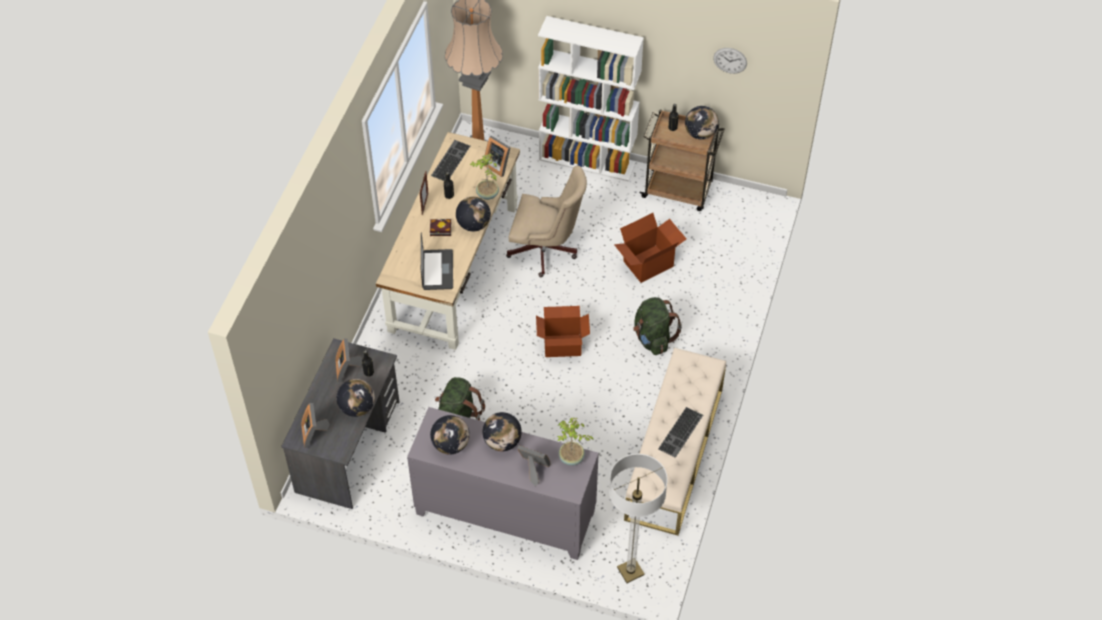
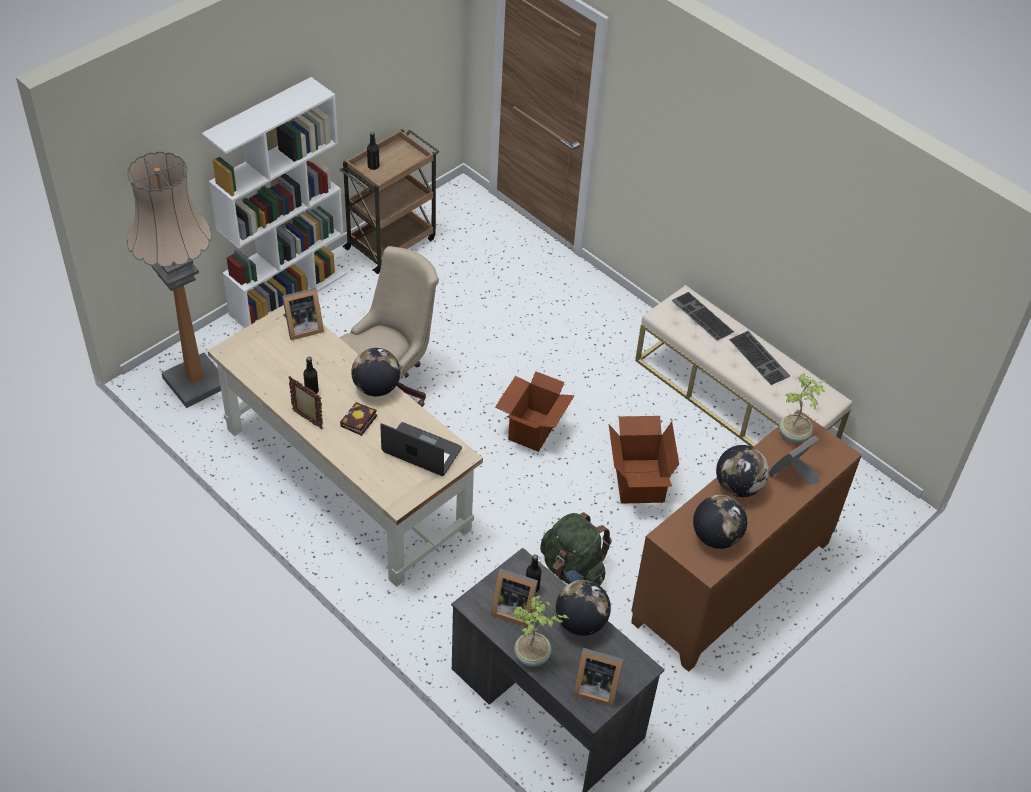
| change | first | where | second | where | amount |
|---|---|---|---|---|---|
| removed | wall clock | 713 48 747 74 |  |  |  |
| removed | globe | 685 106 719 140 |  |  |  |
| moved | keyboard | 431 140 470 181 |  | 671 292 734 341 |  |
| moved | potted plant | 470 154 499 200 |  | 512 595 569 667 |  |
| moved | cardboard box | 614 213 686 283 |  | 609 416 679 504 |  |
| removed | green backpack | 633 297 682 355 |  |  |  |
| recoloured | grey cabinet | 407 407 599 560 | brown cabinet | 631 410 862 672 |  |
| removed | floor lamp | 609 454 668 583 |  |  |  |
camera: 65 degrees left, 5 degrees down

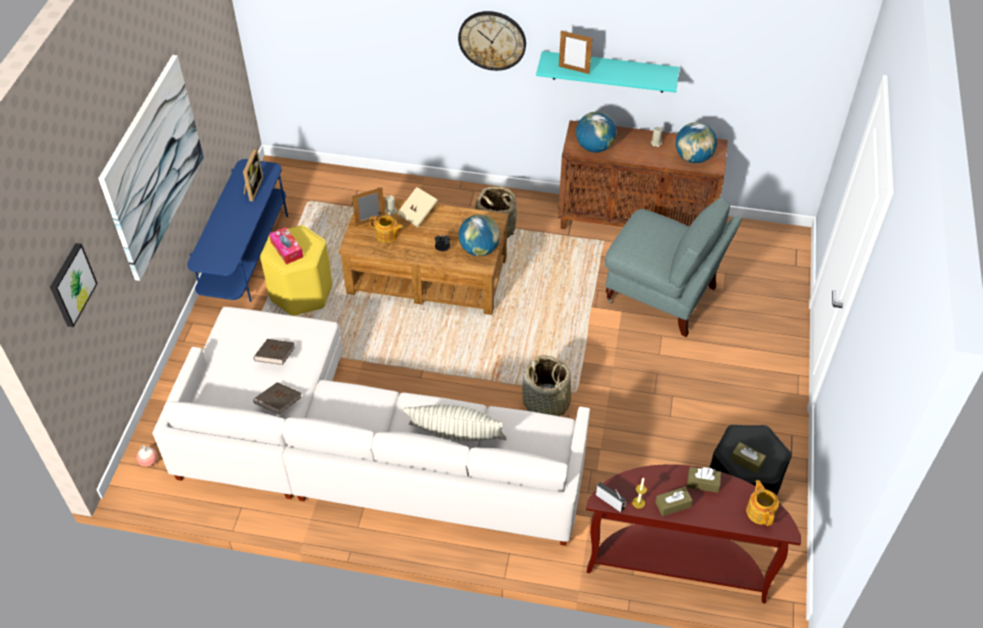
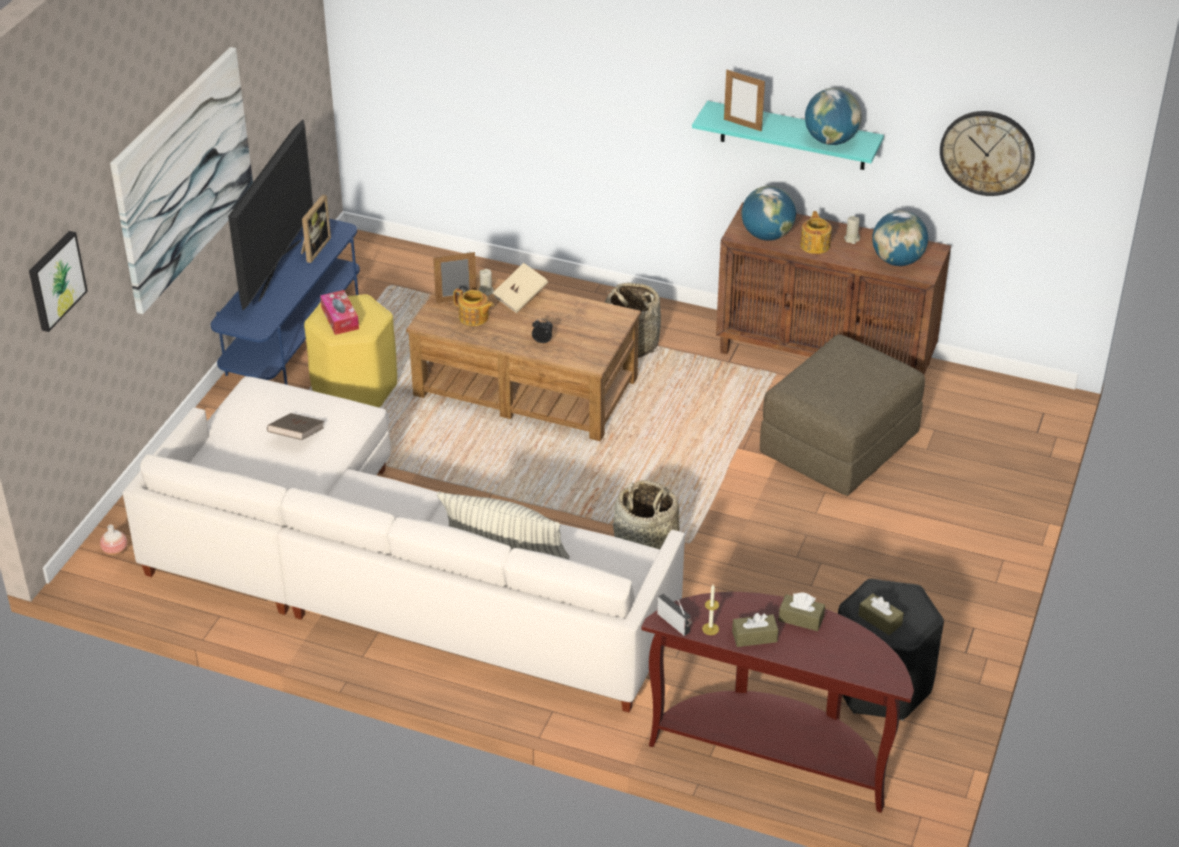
| change | first | where | second | where | amount |
|---|---|---|---|---|---|
| moved | wall clock | 458 11 526 71 |  | 940 111 1035 196 |  |
| replaced | grey armchair | 605 196 742 337 | brown ottoman | 760 334 925 496 |  |
| moved | globe | 458 215 500 256 |  | 805 88 862 145 |  |
| removed | brown book | 253 382 301 414 |  |  |  |
| moved | teapot | 746 480 779 526 |  | 800 211 832 254 |  |
| added |  |  | television | 228 119 313 310 |  |
camera: 10 degrees right, 10 degrees down

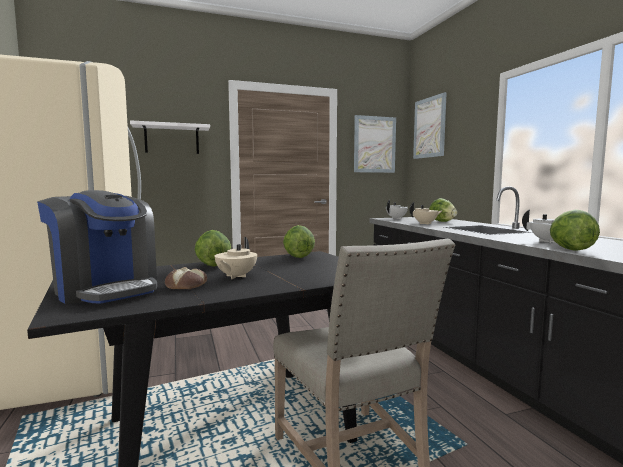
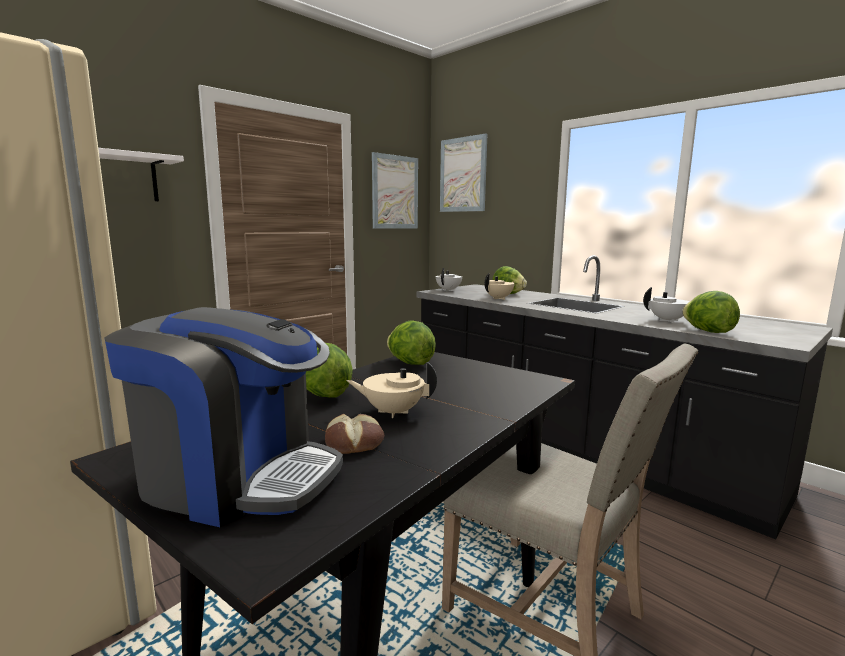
| change | first | where | second | where | amount |
|---|---|---|---|---|---|
| turned | beige teapot | 215 237 257 279 |  | 347 362 437 418 | 105 degrees clockwise |
camera: 25 degrees left, 5 degrees up

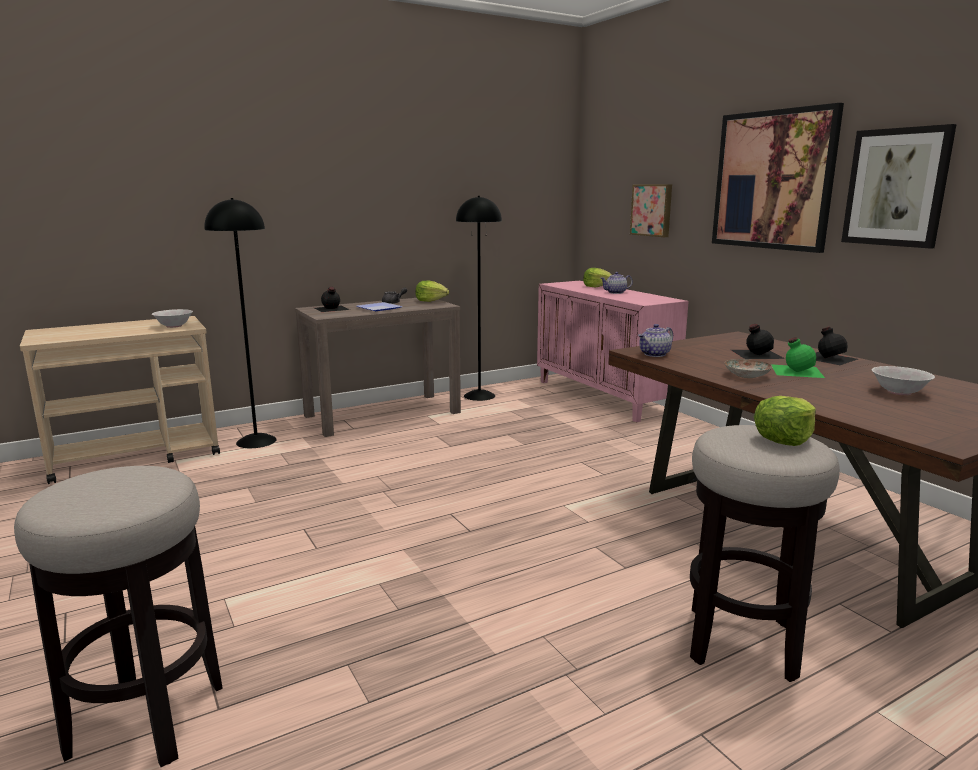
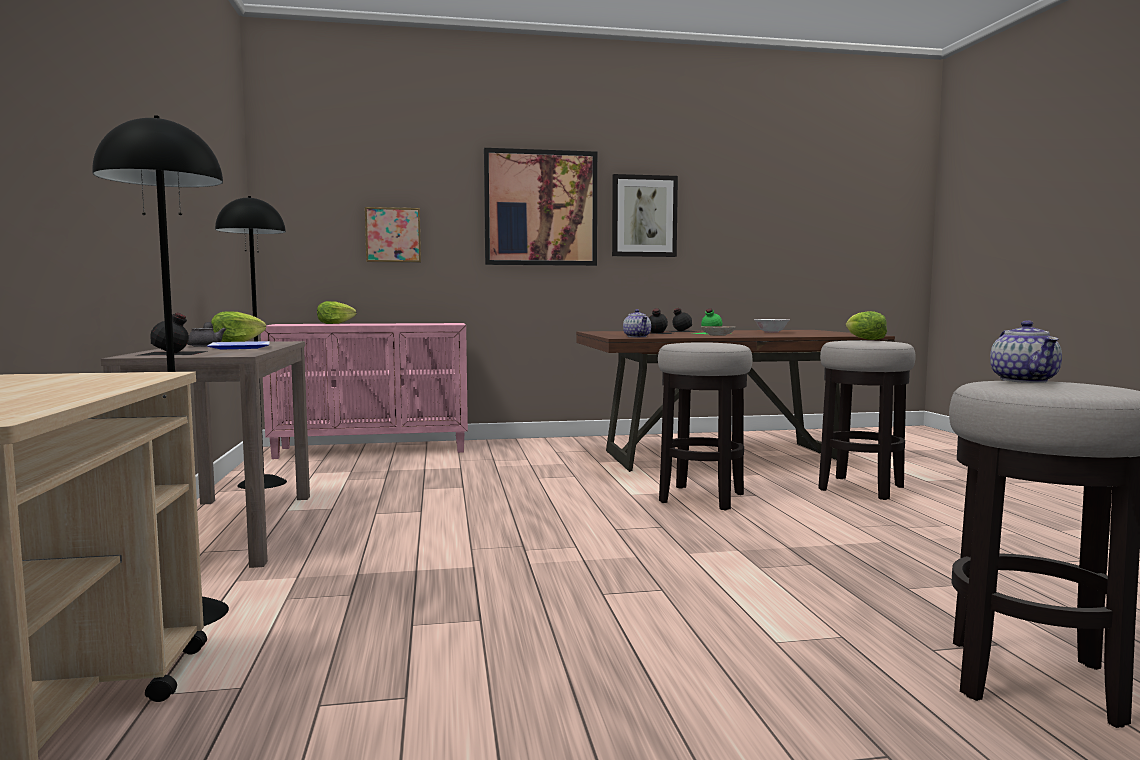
| change | first | where | second | where | amount |
|---|---|---|---|---|---|
| moved | teapot | 601 272 633 294 |  | 990 320 1062 383 |  |
| removed | white bowl | 152 309 193 328 |  |  |  |
| added |  |  | stool | 658 342 752 510 |  |
camera: 70 degrees left, 10 degrees down

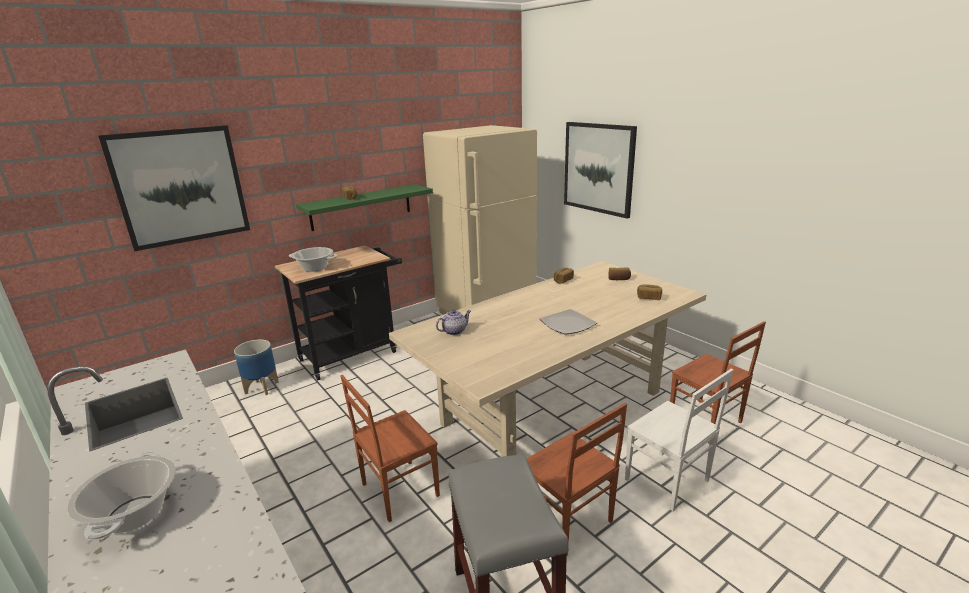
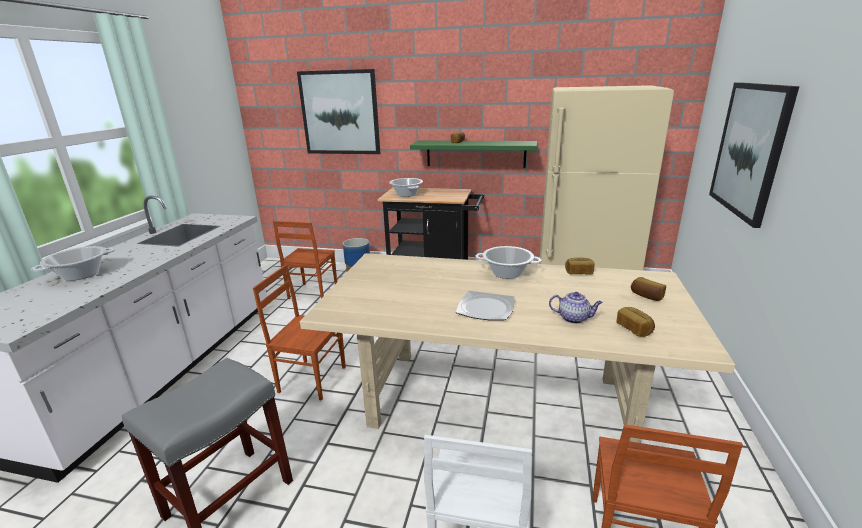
| change | first | where | second | where | amount |
|---|---|---|---|---|---|
| moved | teapot | 436 310 471 335 |  | 549 292 603 324 |  |
| moved | brown chair | 526 403 627 556 |  | 273 221 337 299 |  |
| added |  |  | cooking pot | 475 246 542 279 |  |
camera: 50 degrees right, 0 degrees up

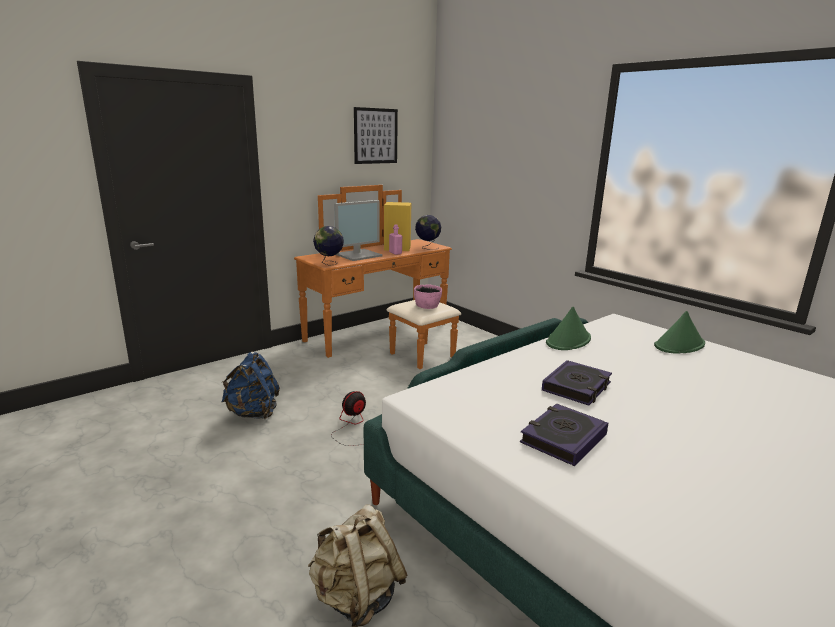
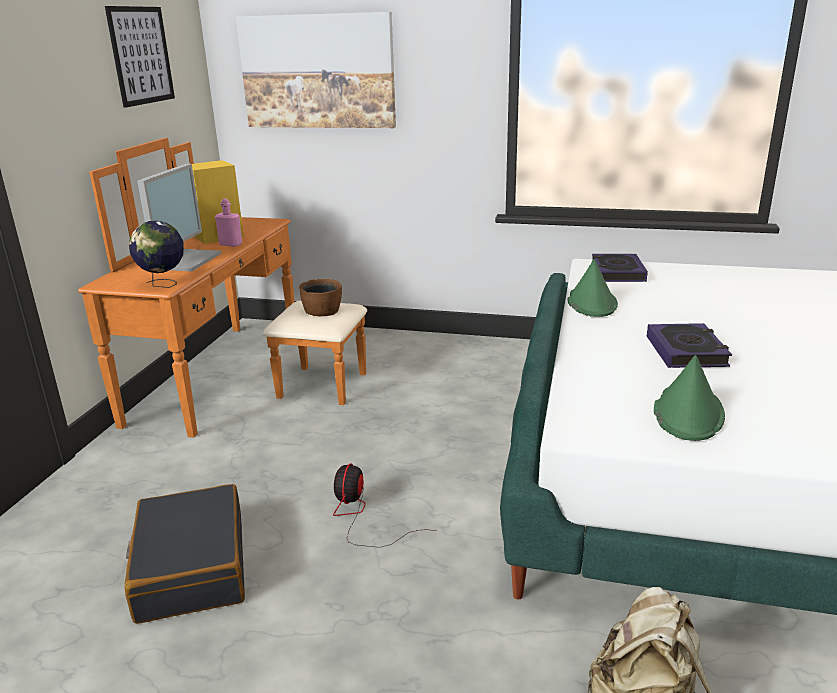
| change | first | where | second | where | amount |
|---|---|---|---|---|---|
| removed | globe | 415 215 441 250 |  |  |  |
| recoloured | pink bowl | 414 284 442 309 | brown bowl | 299 279 342 317 |  |
| moved | green hat | 654 311 705 353 |  | 654 355 725 441 |  |
| replaced | blue backpack | 221 352 280 420 | black suitcase | 125 484 245 624 |  |
| moved | book | 520 404 608 466 |  | 592 254 648 282 |  |
| added |  |  | picture | 236 12 396 128 |  |
camera: 35 degrees left, 5 degrees up

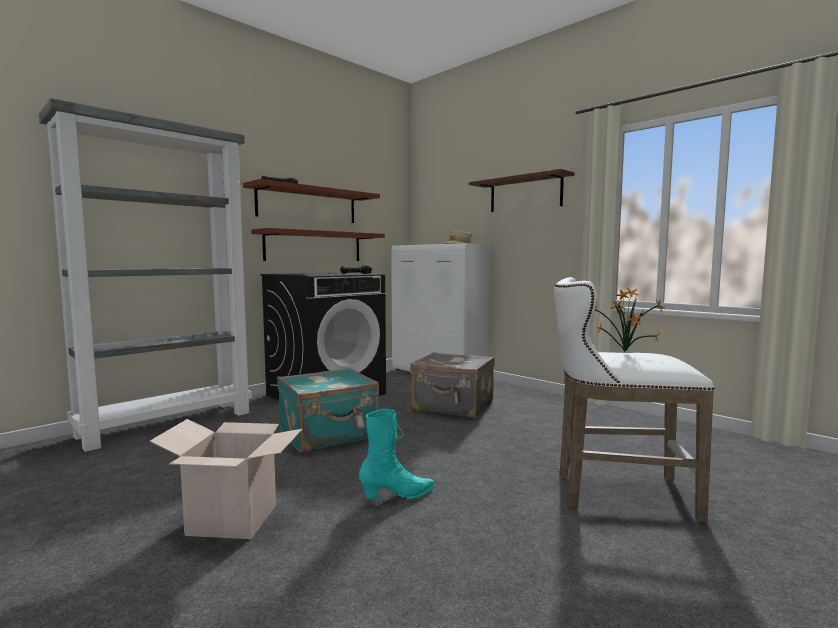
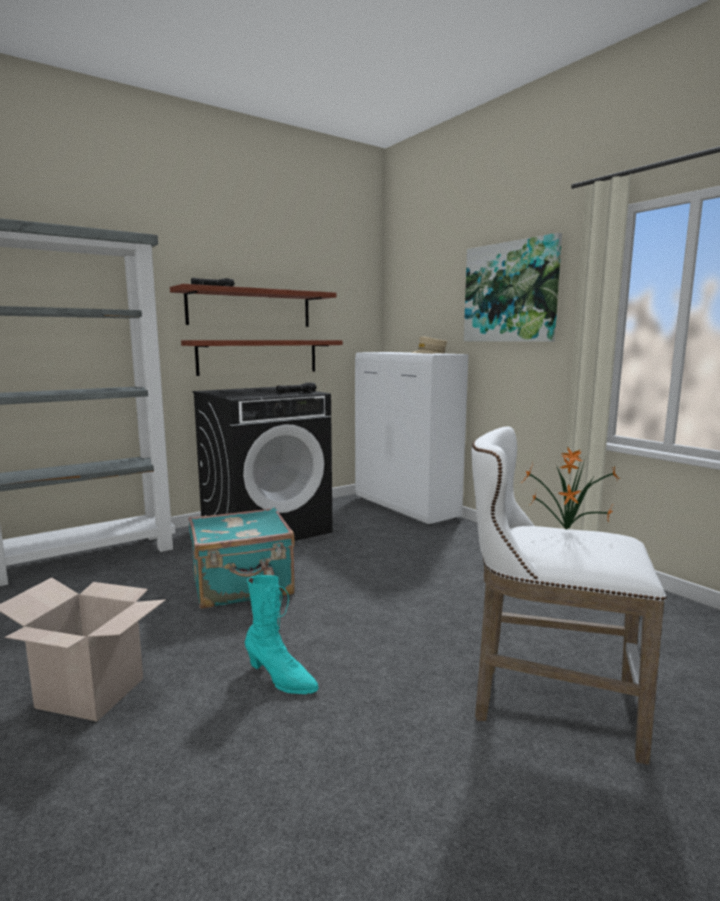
| change | first | where | second | where | amount |
|---|---|---|---|---|---|
| replaced | brown shelf | 469 169 575 212 | picture | 464 233 562 342 |  |
| removed | grey suitcase | 410 352 495 419 |  |  |  |
| turned | turquoise boot | 359 409 435 499 |  | 245 575 319 694 | 45 degrees clockwise |
camera: 10 degrees right, 5 degrees up

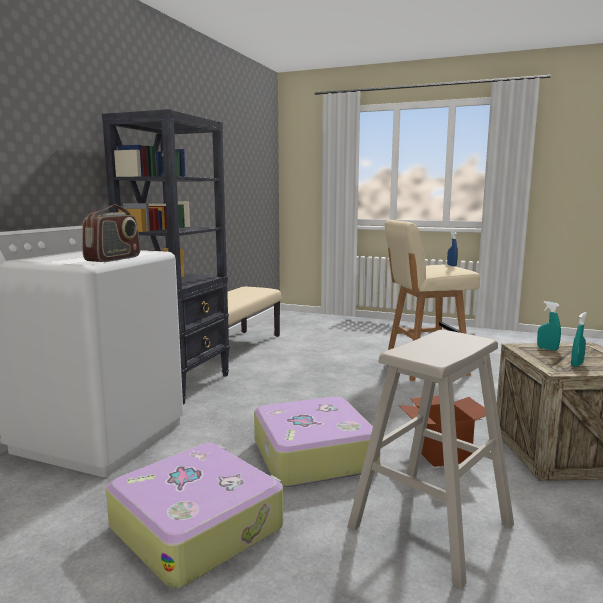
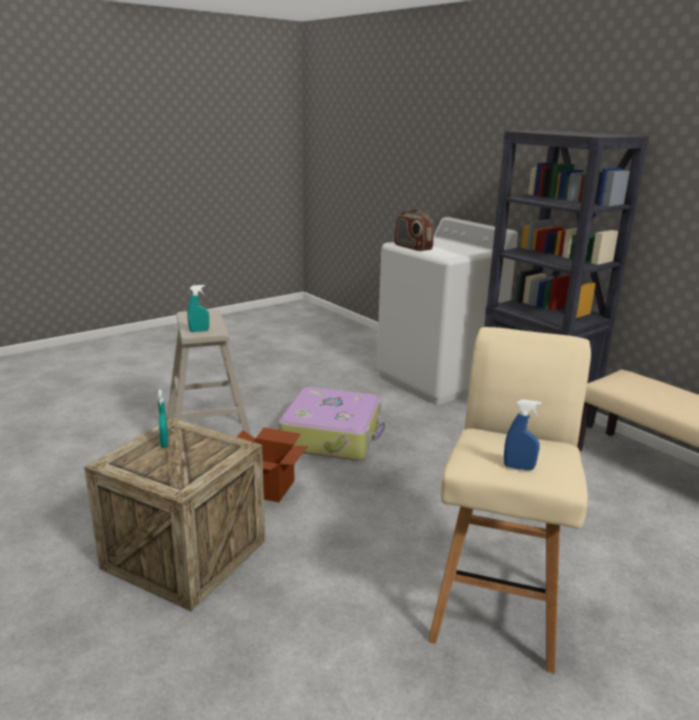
| change | first | where | second | where | amount |
|---|---|---|---|---|---|
| moved | turquoise spray bottle | 537 301 561 351 |  | 188 285 209 332 |  |
| removed | suitcase | 106 443 283 589 |  |  |  |
camera: 120 degrees right, 10 degrees up

